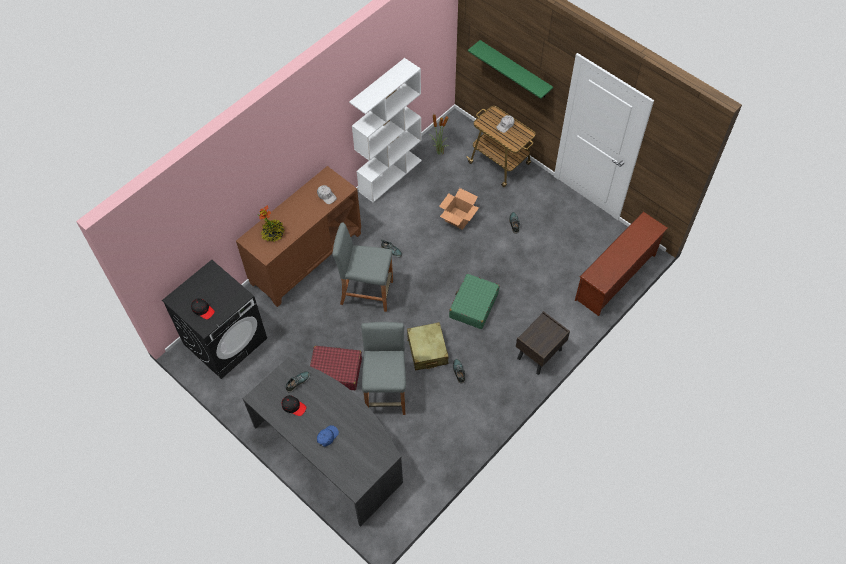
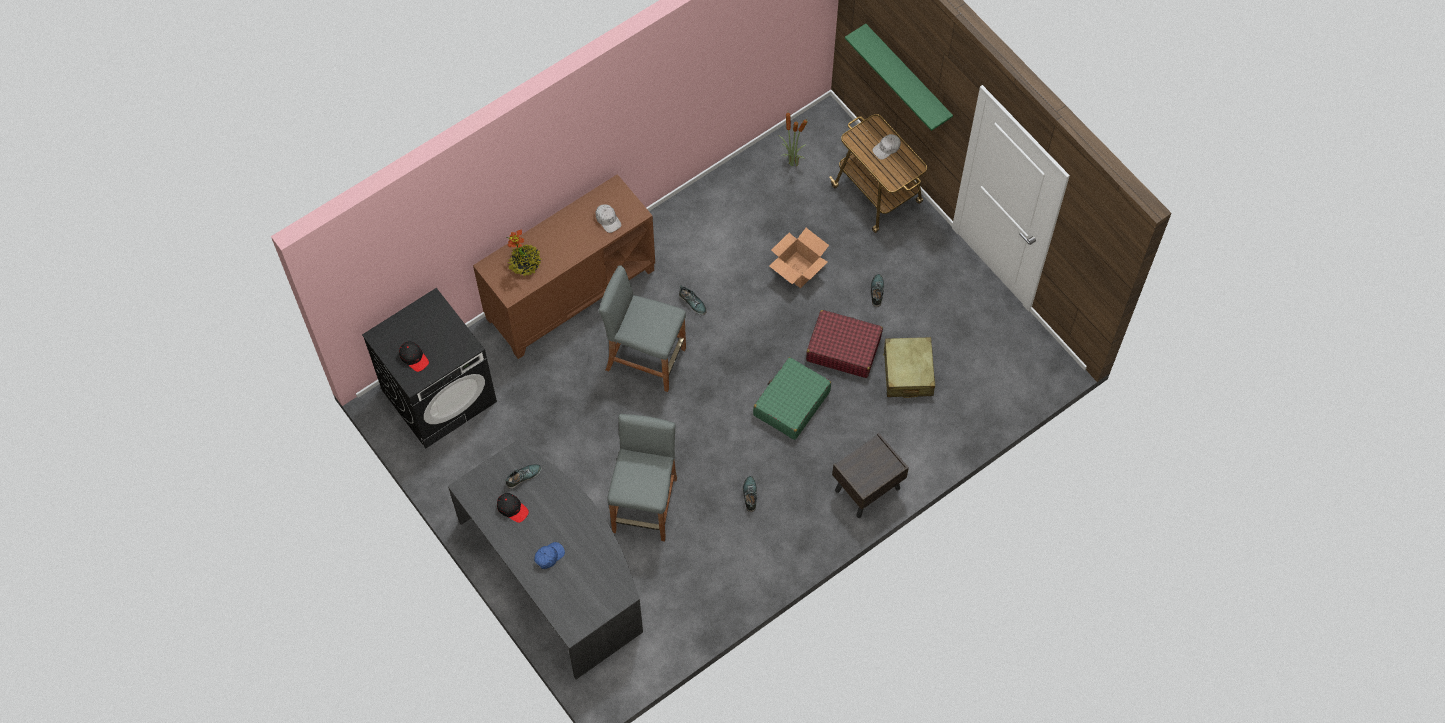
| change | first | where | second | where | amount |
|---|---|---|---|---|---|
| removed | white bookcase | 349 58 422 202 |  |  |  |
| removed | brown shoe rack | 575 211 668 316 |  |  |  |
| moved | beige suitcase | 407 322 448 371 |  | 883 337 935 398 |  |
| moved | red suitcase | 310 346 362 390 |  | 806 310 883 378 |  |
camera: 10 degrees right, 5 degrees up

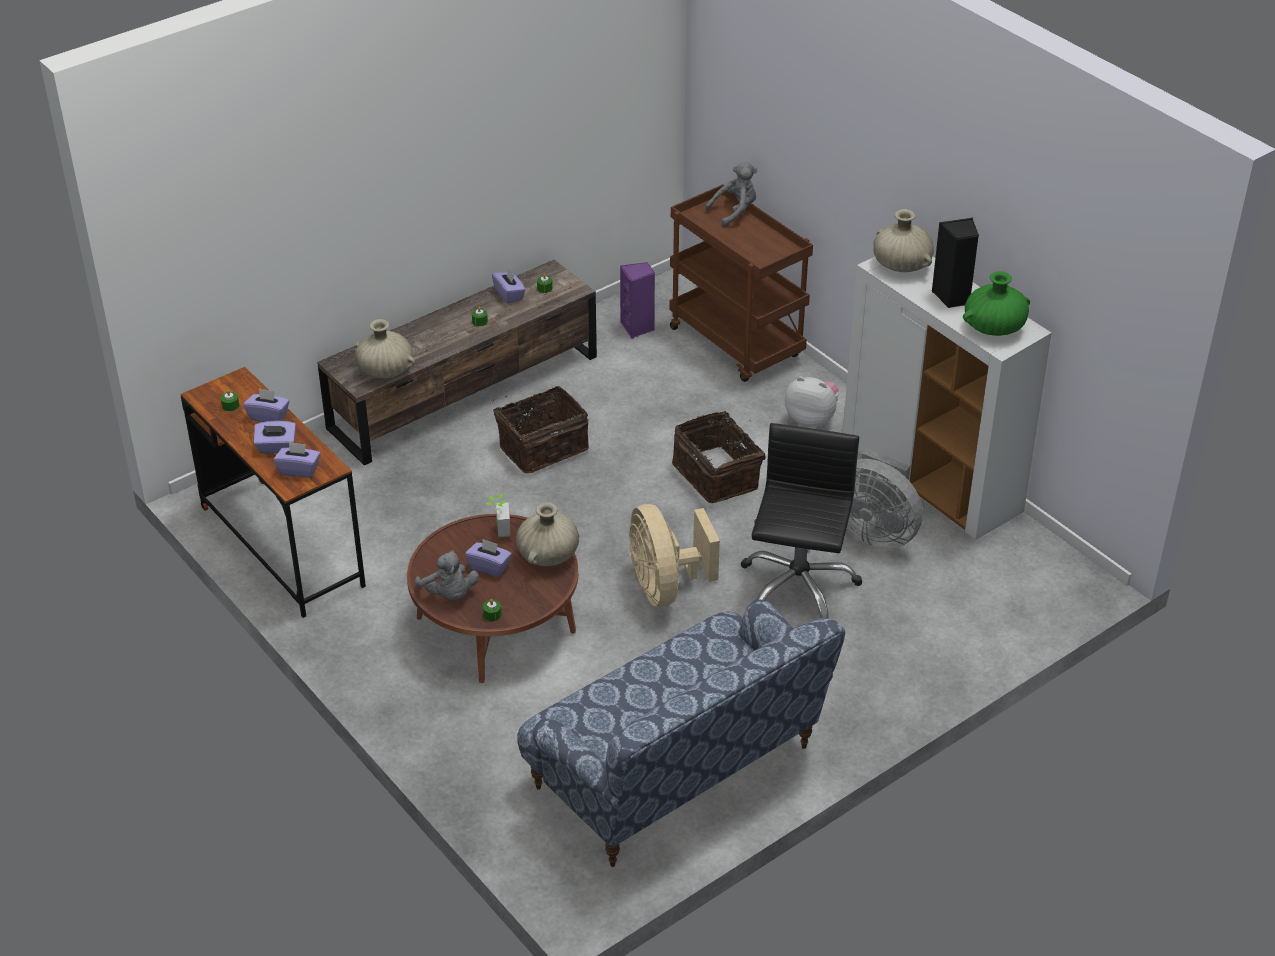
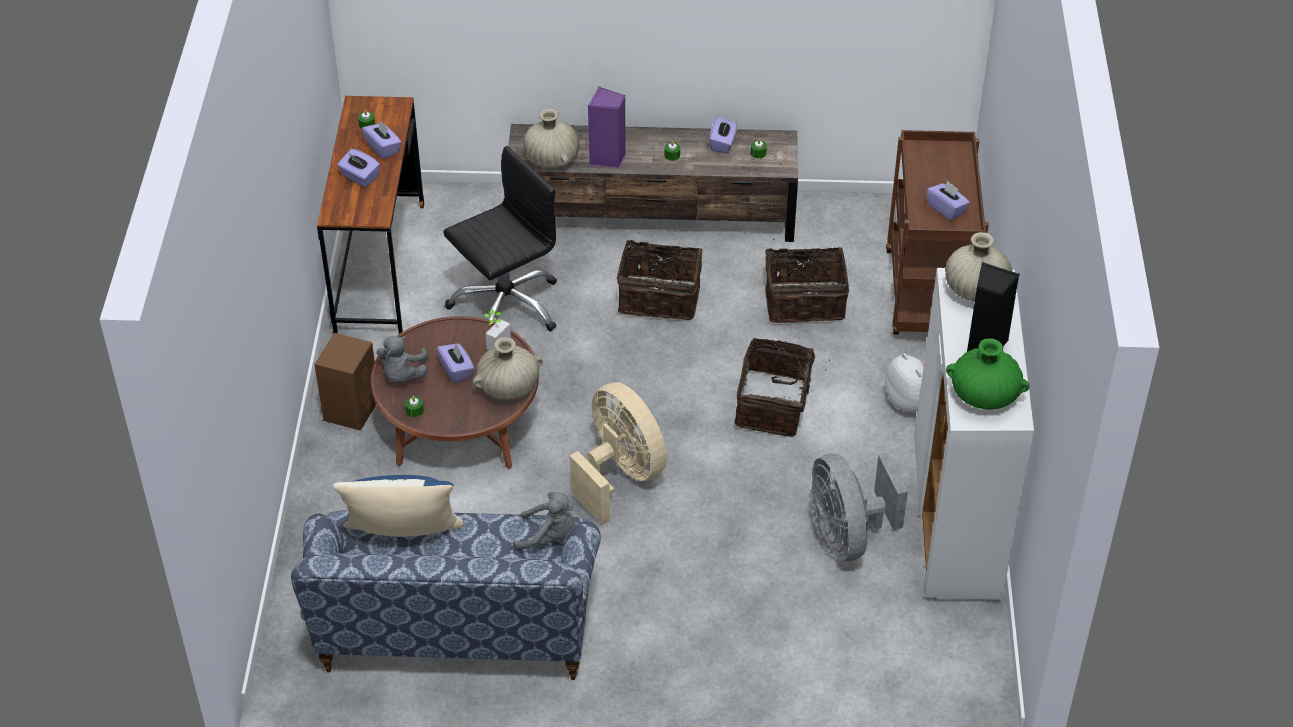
| change | first | where | second | where | amount |
|---|---|---|---|---|---|
| moved | grey plush toy | 705 162 757 227 |  | 513 492 575 551 |  |
| moved | purple speaker | 620 262 655 339 |  | 588 87 626 168 |  |
| moved | black office chair | 740 423 862 619 |  | 443 146 557 332 |  |
| moved | purple tissue box | 274 442 320 478 |  | 927 180 970 221 |  |
| turned | beige fan | 629 504 720 607 |  | 570 382 667 524 | 120 degrees clockwise |
| added |  |  | basket | 765 239 849 323 |  |
| added |  |  | brown speaker | 314 333 376 431 |  |
| added |  |  | blue pillow | 333 475 464 537 |  |
camera: 40 degrees right, 5 degrees up

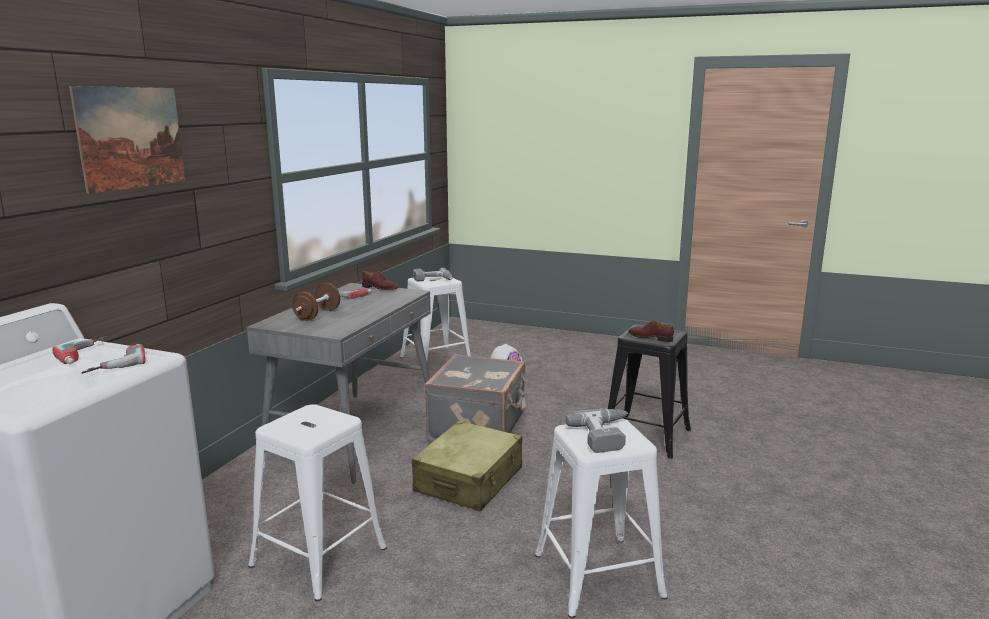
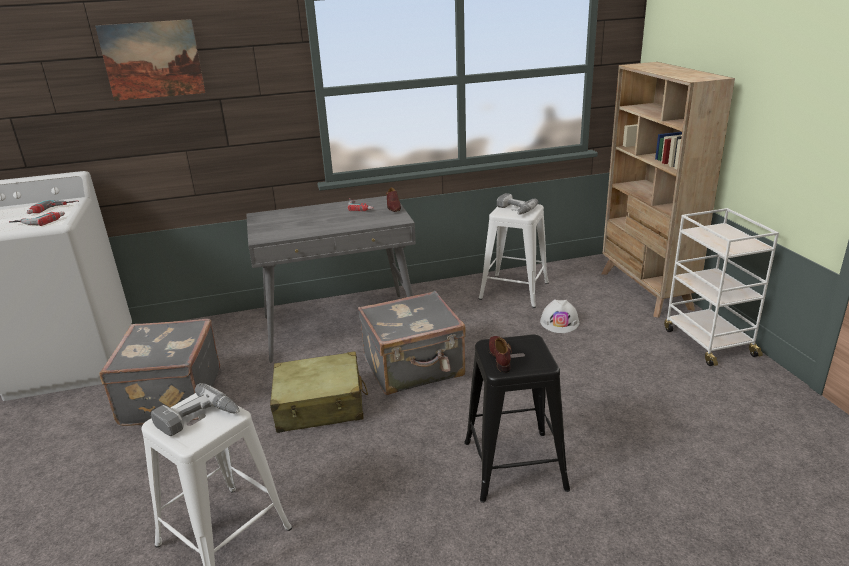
| change | first | where | second | where | amount |
|---|---|---|---|---|---|
| removed | brown dumbbell | 292 283 340 321 |  |  |  |
| replaced | white stool | 248 404 387 601 | grey suitcase | 99 319 220 426 |  |
| added |  |  | beige bookcase | 602 62 735 318 |  |
| added |  |  | white cart | 664 208 779 366 |  |
camera: 55 degrees right, 10 degrees up

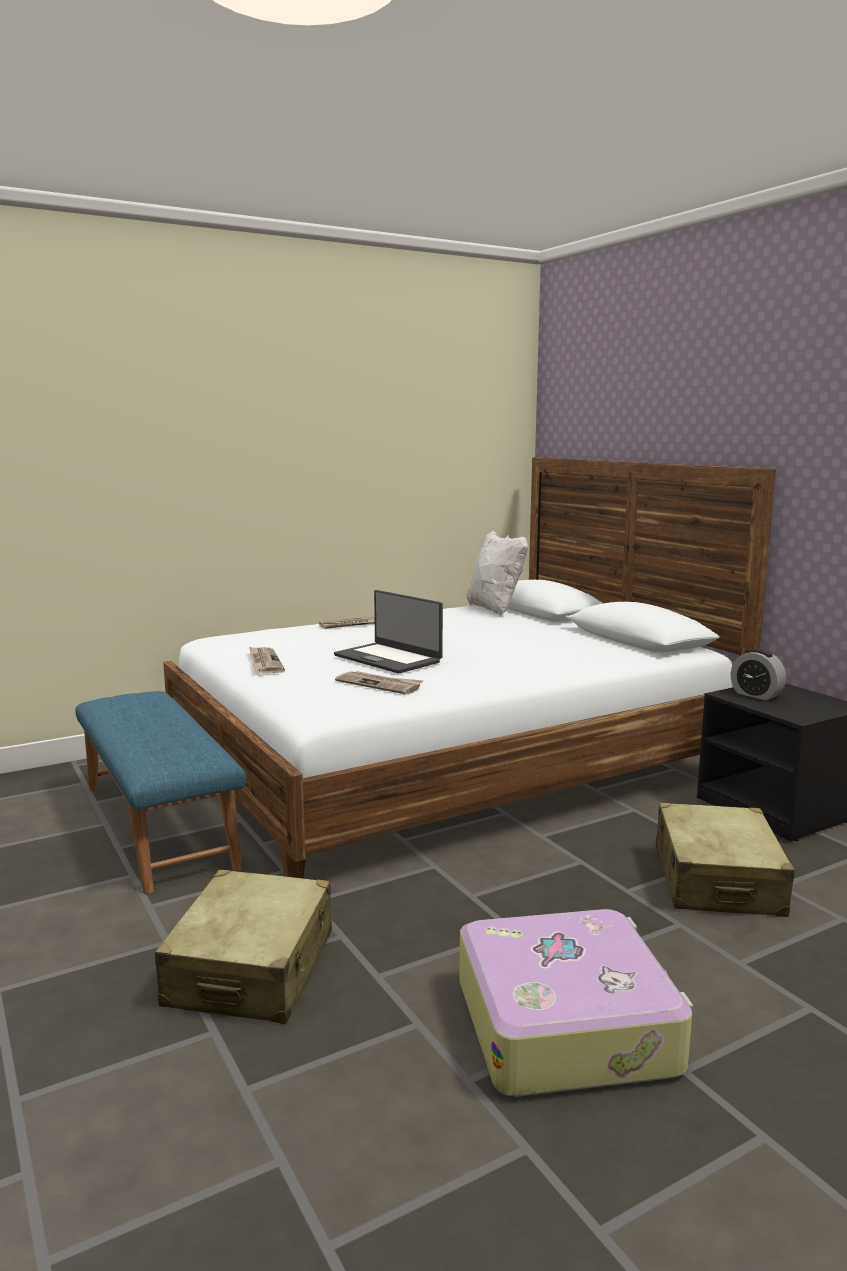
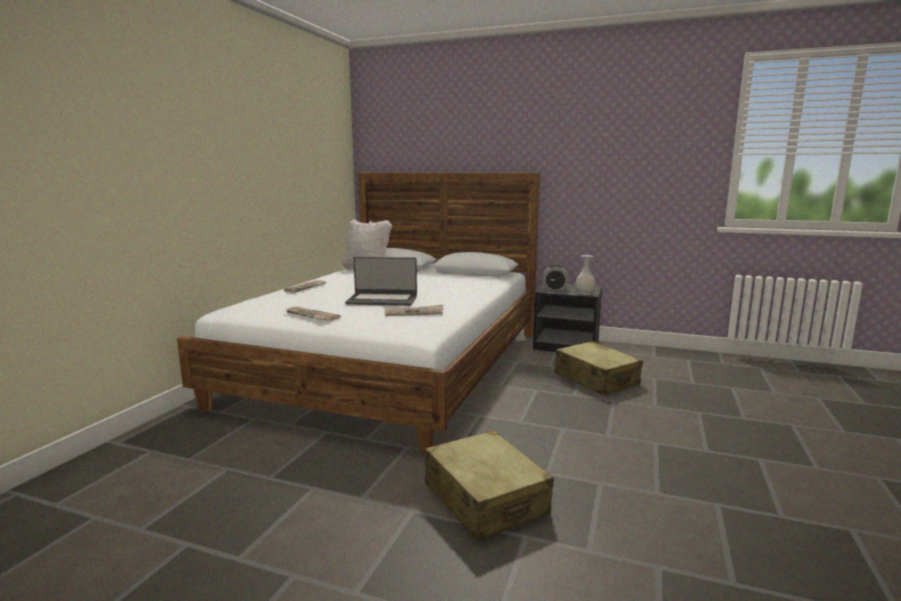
| change | first | where | second | where | amount |
|---|---|---|---|---|---|
| removed | blue bench | 75 691 246 894 |  |  |  |
| removed | suitcase | 459 909 693 1096 |  |  |  |
| added |  |  | white vase | 575 255 595 295 |  |
camera: 40 degrees left, 0 degrees up

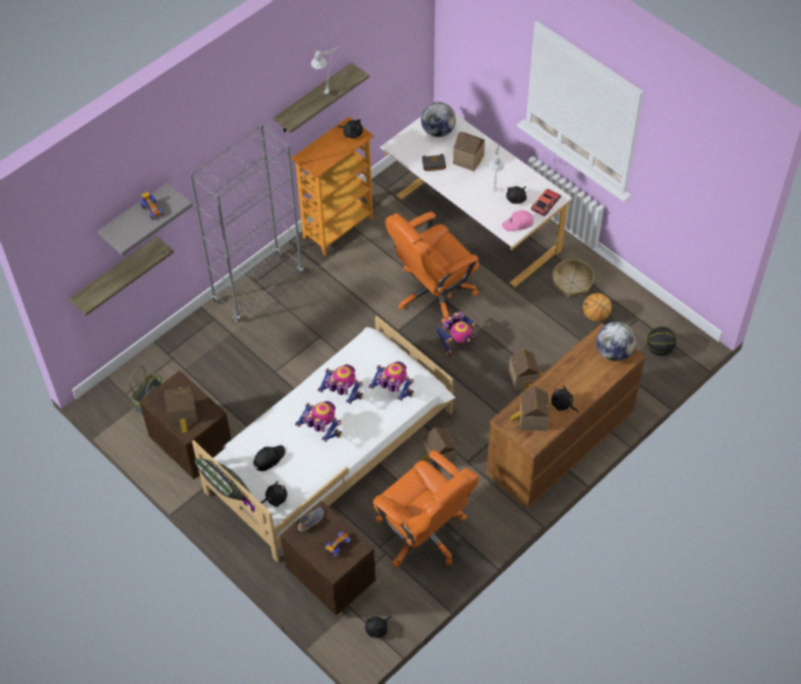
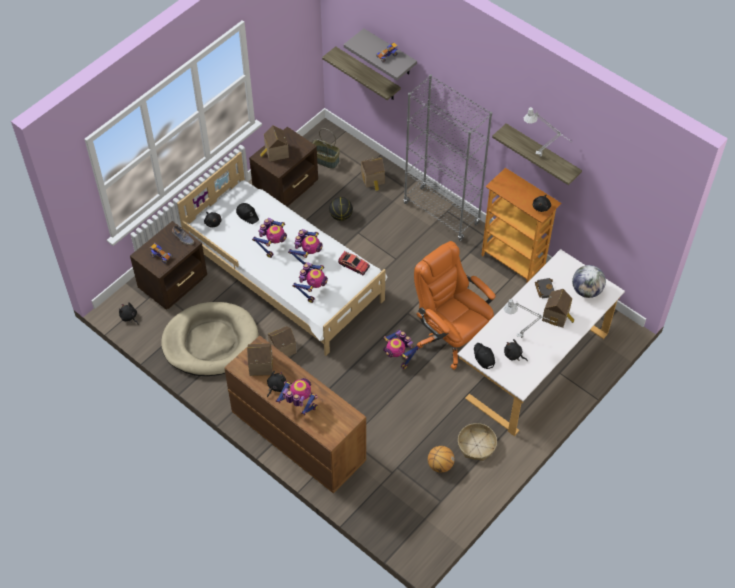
| change | first | where | second | where | amount |
|---|---|---|---|---|---|
| moved | toy car | 531 189 561 216 |  | 338 251 370 275 |  |
| recoloured | pink cap | 502 210 534 231 | black cap | 474 343 495 369 |  |
| removed | globe | 596 322 636 361 |  |  |  |
| moved | basketball | 647 327 676 356 |  | 329 197 353 221 |  |
| moved | toy house | 509 349 543 391 |  | 361 157 385 191 |  |
| replaced | orange office chair | 373 451 479 567 | beige dog bed | 161 302 259 376 |  |
| removed | pillow | 195 458 251 502 |  |  |  |
| added |  |  | toy robot | 276 378 318 415 |  |
camera: 85 degrees right, 0 degrees up

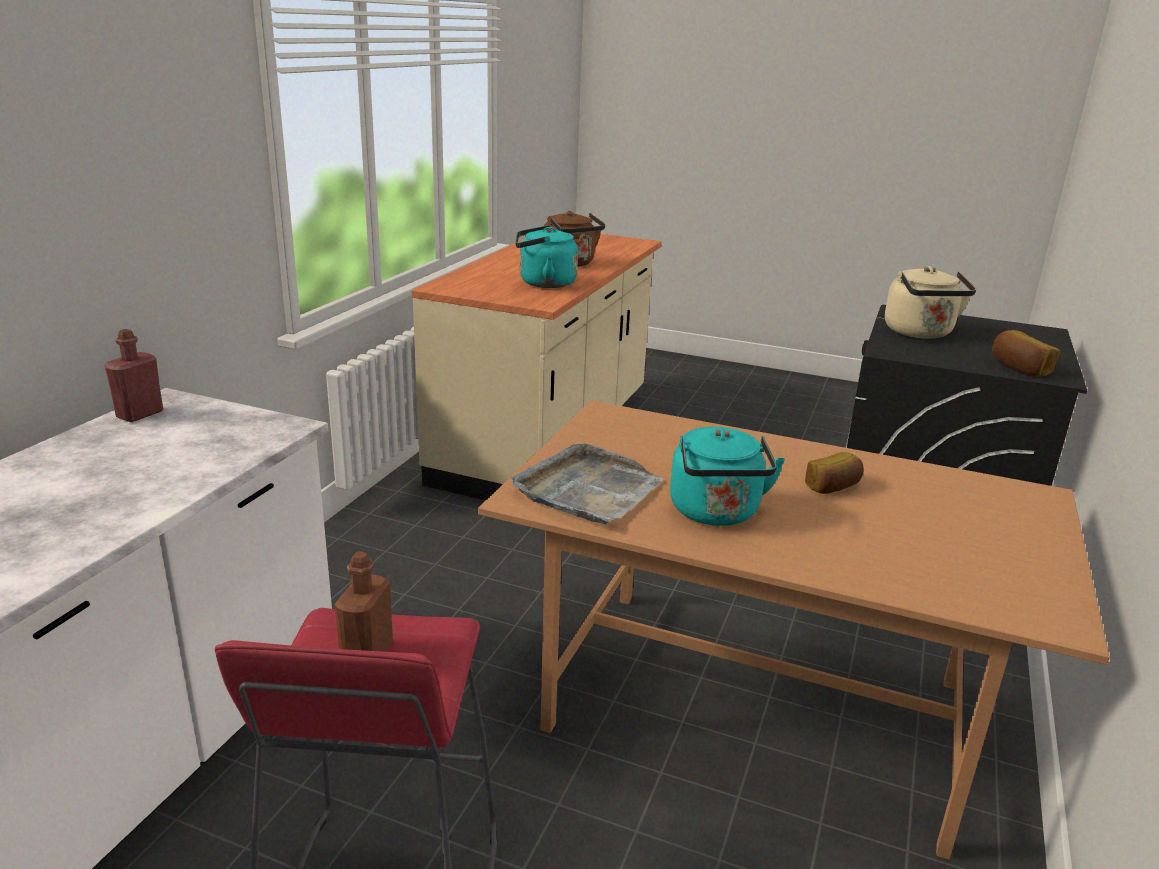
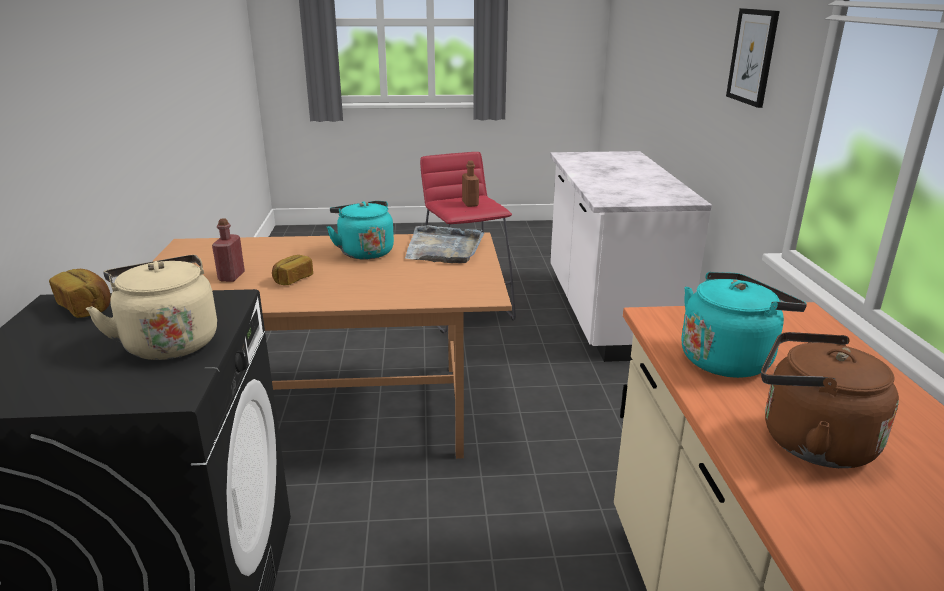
| change | first | where | second | where | amount |
|---|---|---|---|---|---|
| moved | red bottle | 105 329 163 422 |  | 212 218 245 282 |  |
| added |  |  | picture | 726 8 780 108 |  |
camera: 155 degrees right, 0 degrees up

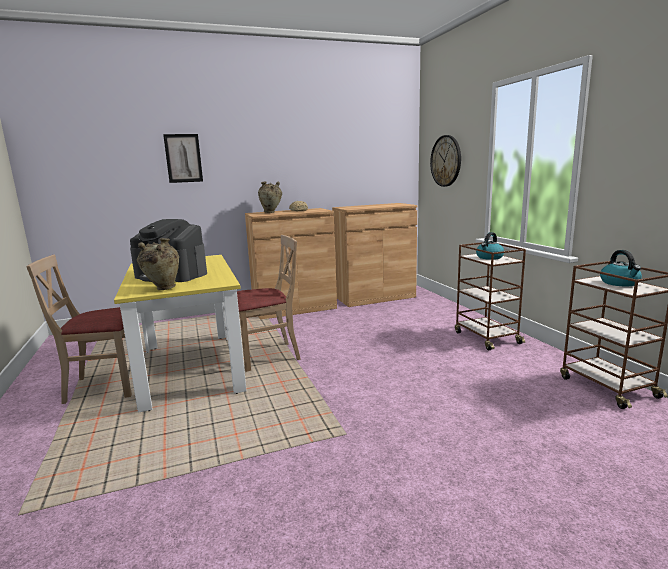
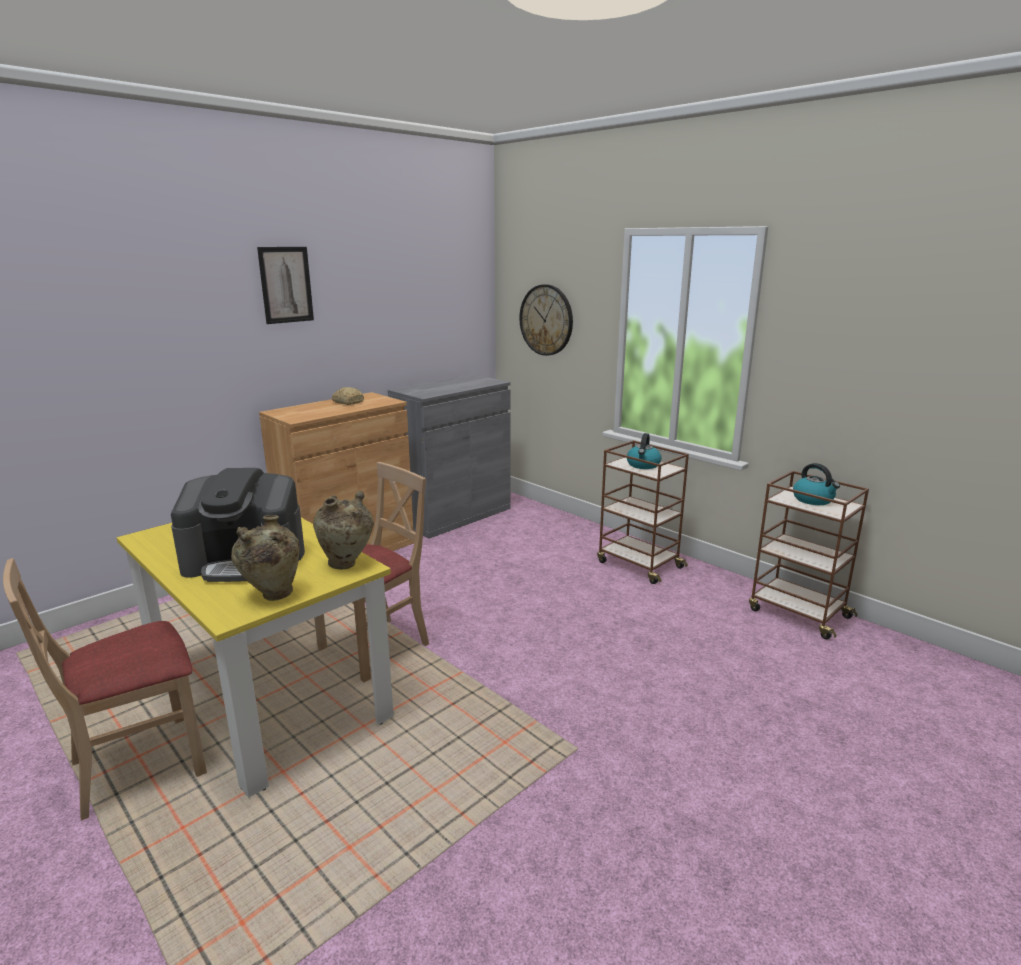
| change | first | where | second | where | amount |
|---|---|---|---|---|---|
| moved | picture | 163 134 203 183 |  | 257 247 314 324 |  |
| moved | beige vase | 258 181 282 213 |  | 313 491 374 570 |  |
| recoloured | brown cabinet | 332 203 417 307 | grey cabinet | 388 375 511 539 |  |
camera: 25 degrees left, 5 degrees up

